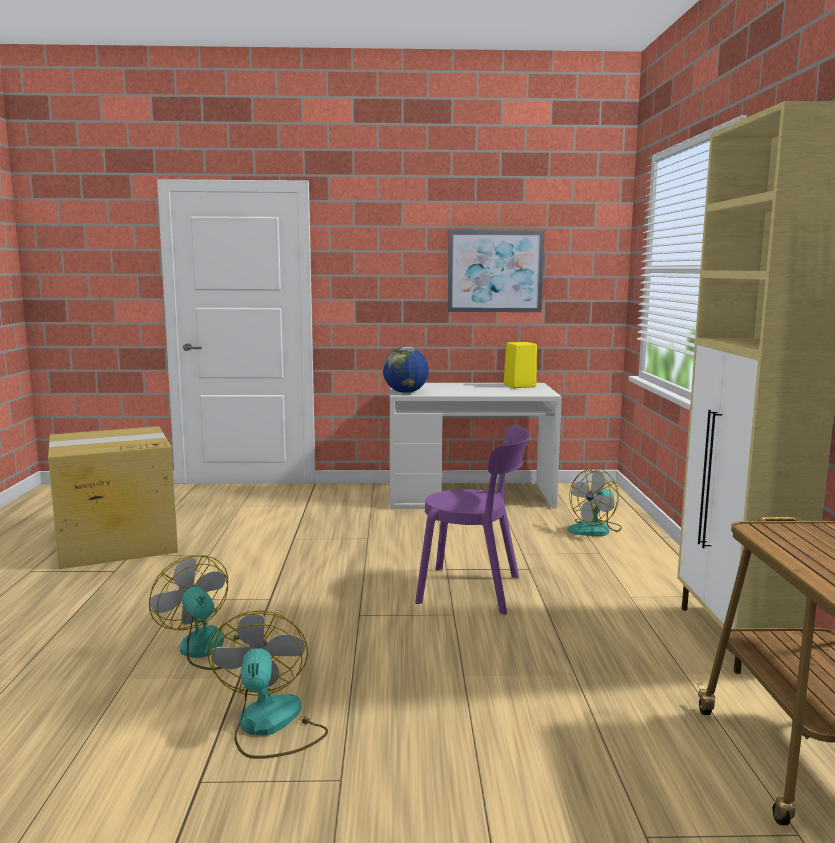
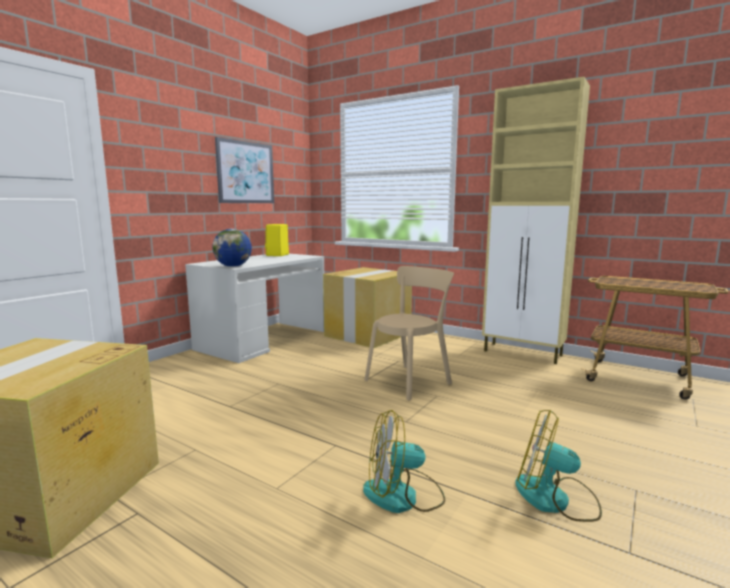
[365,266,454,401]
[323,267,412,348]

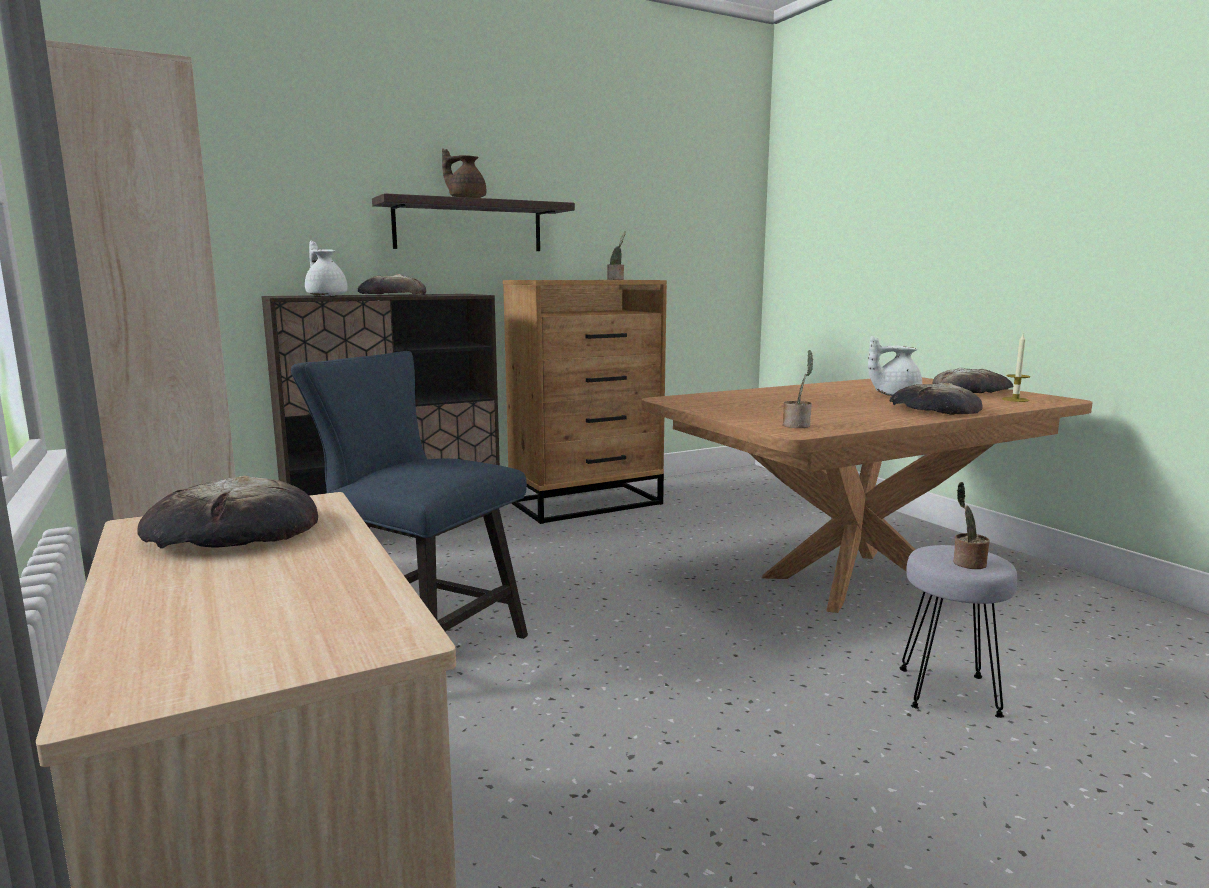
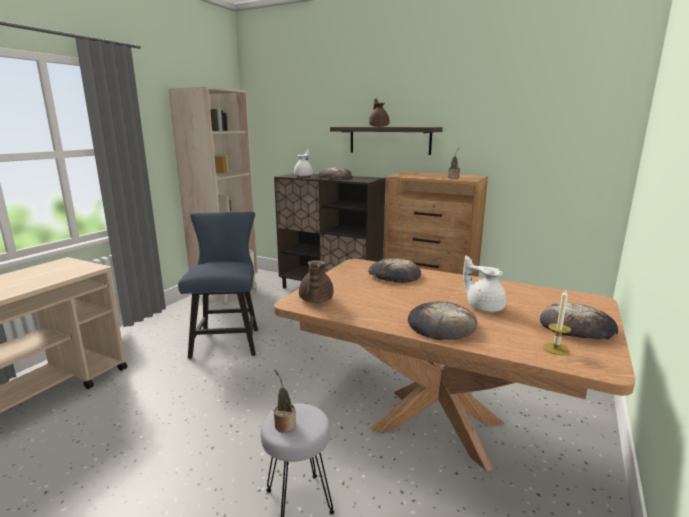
[299,260,334,303]
[368,258,421,283]

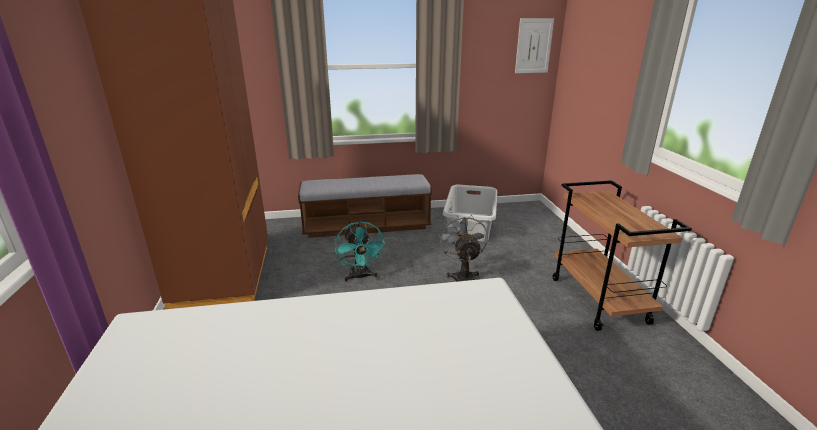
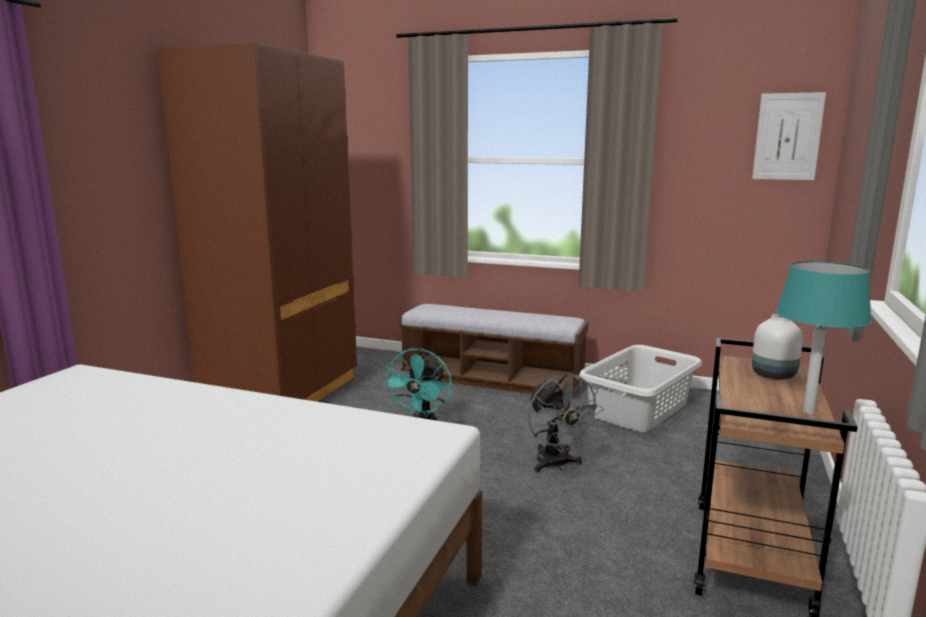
[528,373,604,472]
[776,261,872,415]
[752,314,803,380]

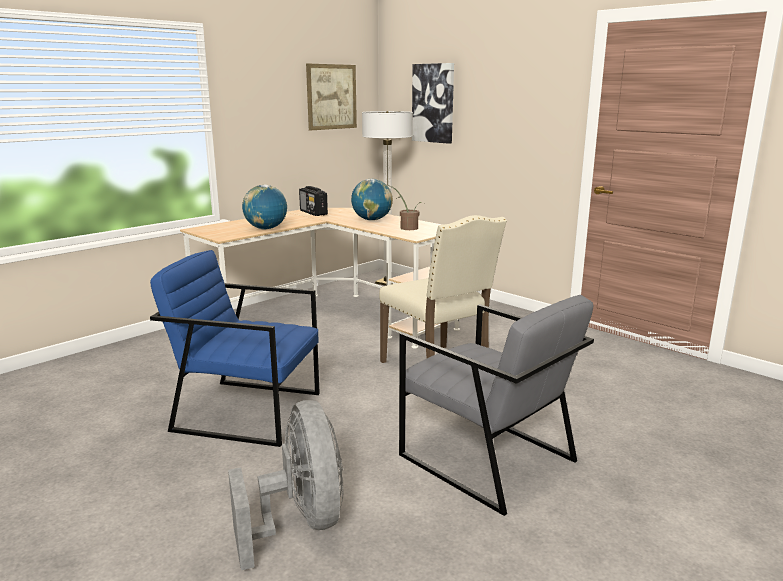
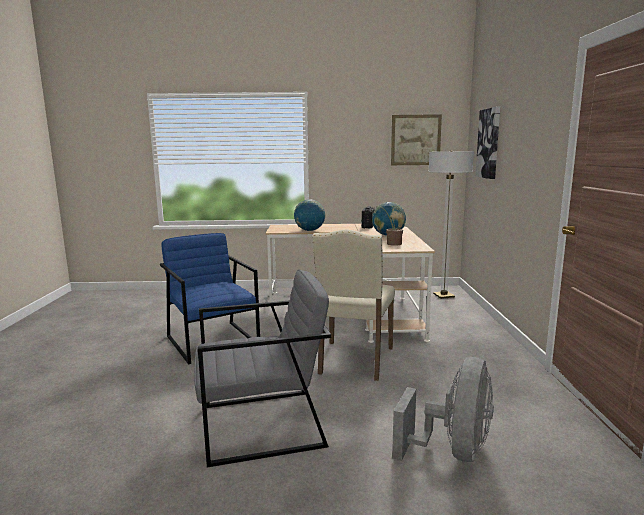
[194,269,331,467]
[392,357,494,462]

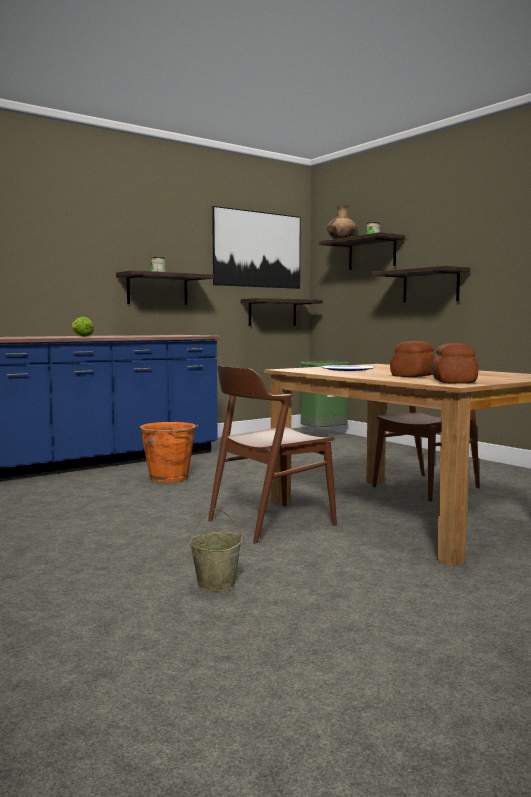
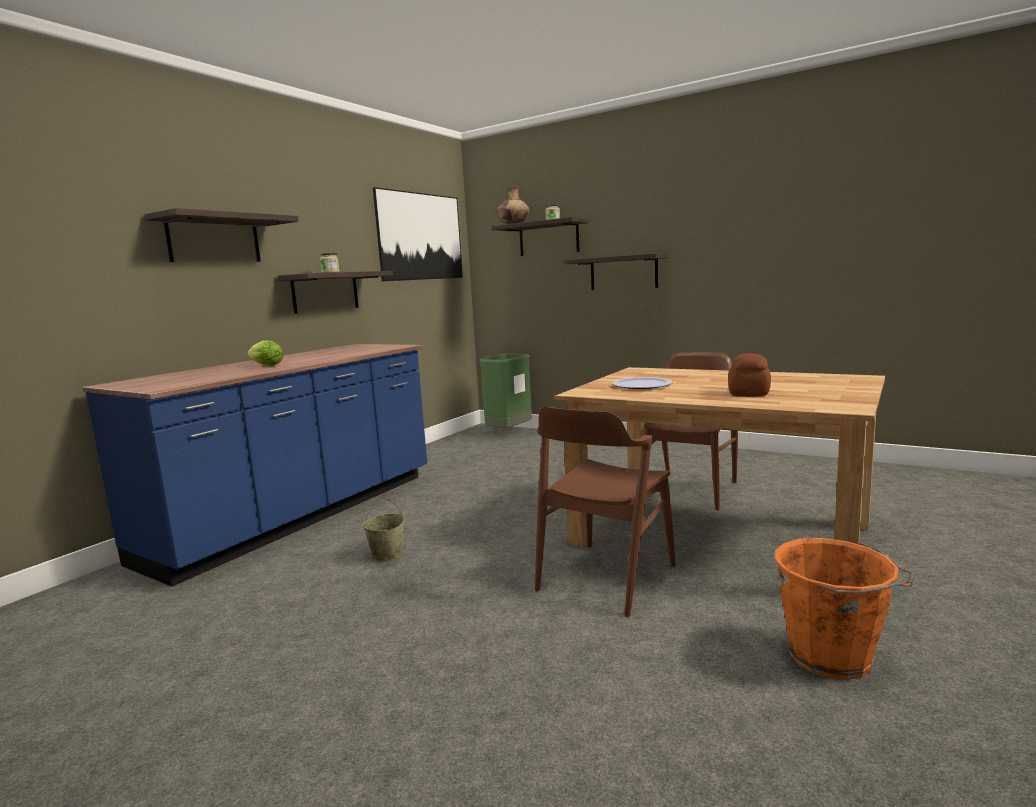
[144,208,299,262]
[432,343,479,384] (first image)
[774,538,916,680]
[363,498,405,562]

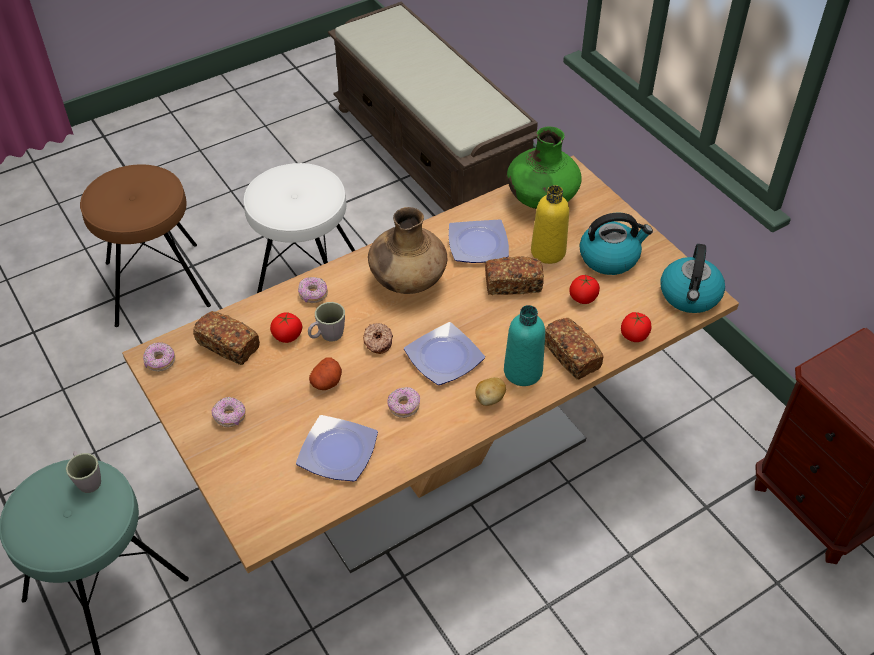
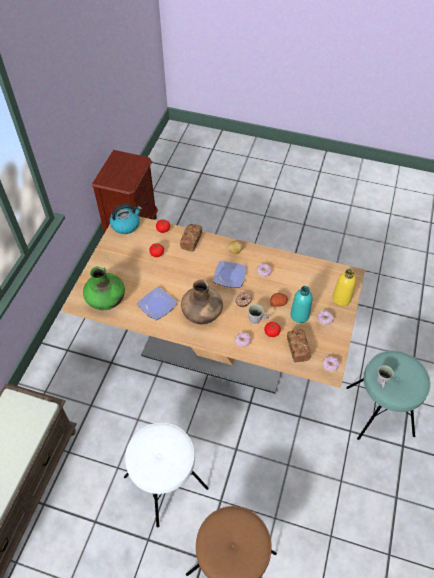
[332,269,356,306]
[579,213,653,275] (first image)
[485,256,544,295] (first image)
[290,286,313,323]
[296,415,378,481] (first image)

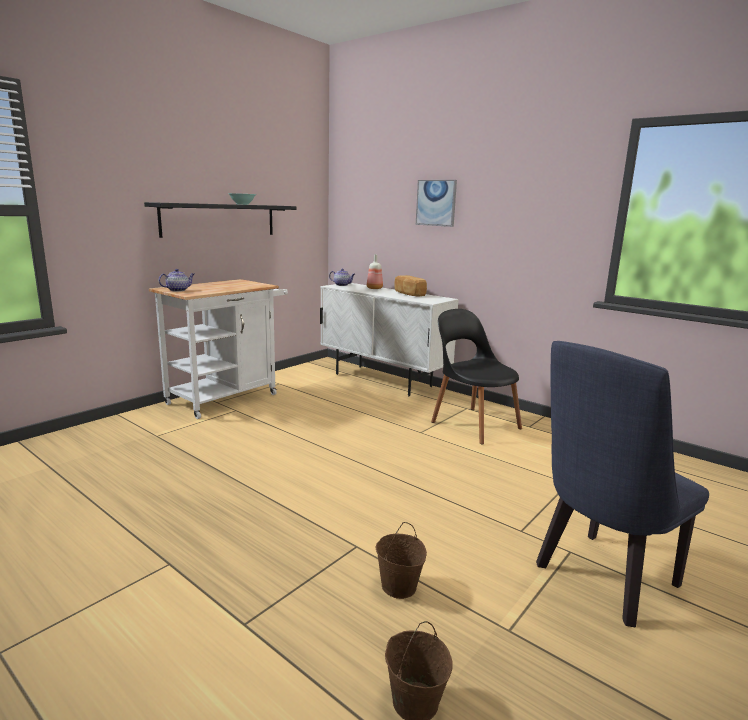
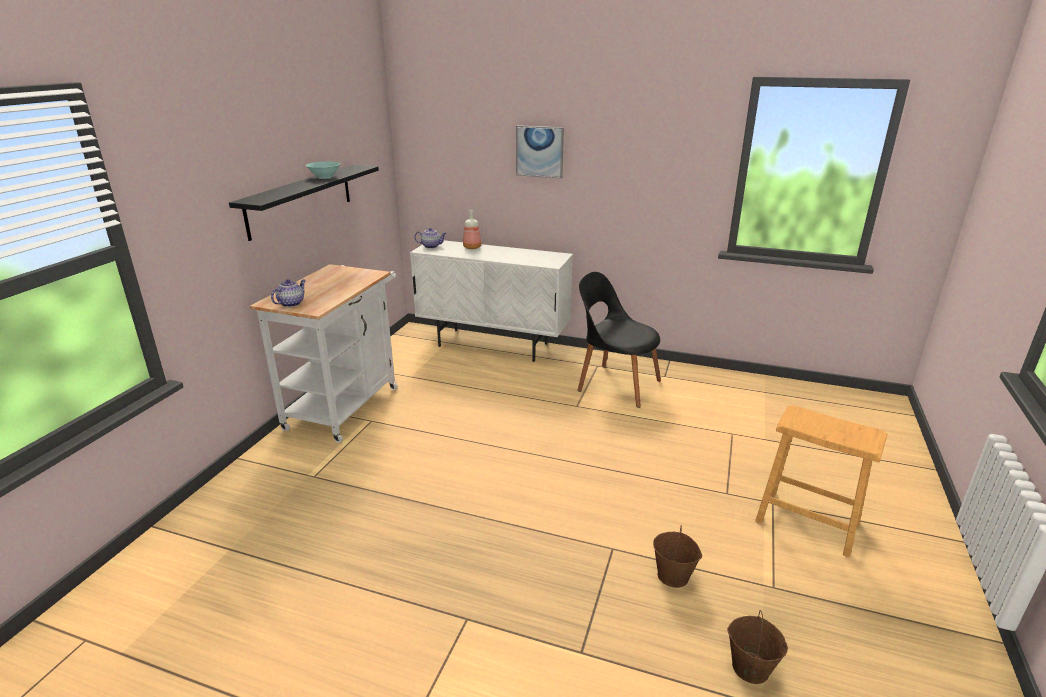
[394,275,427,296] (first image)
[755,405,888,558]

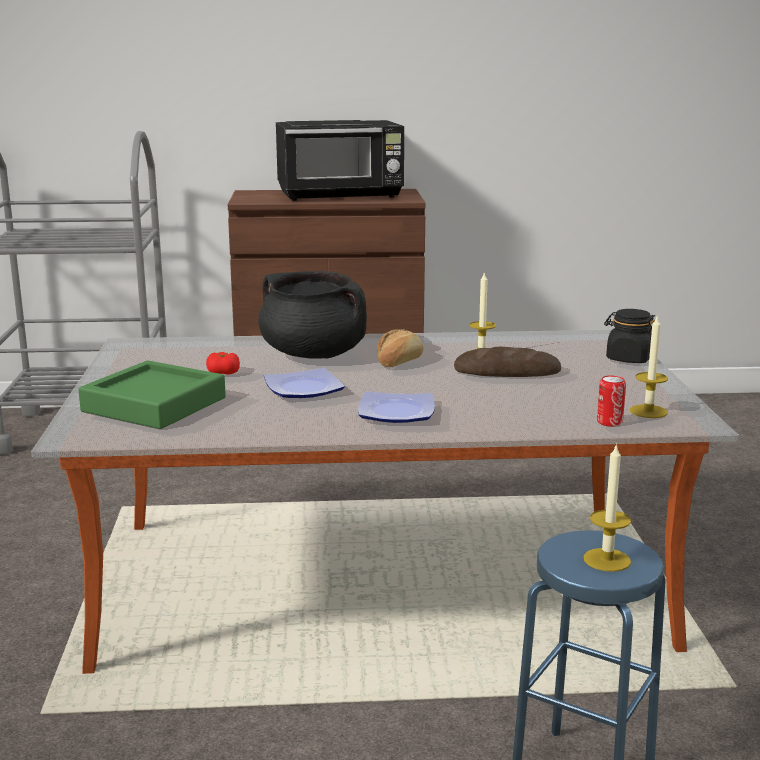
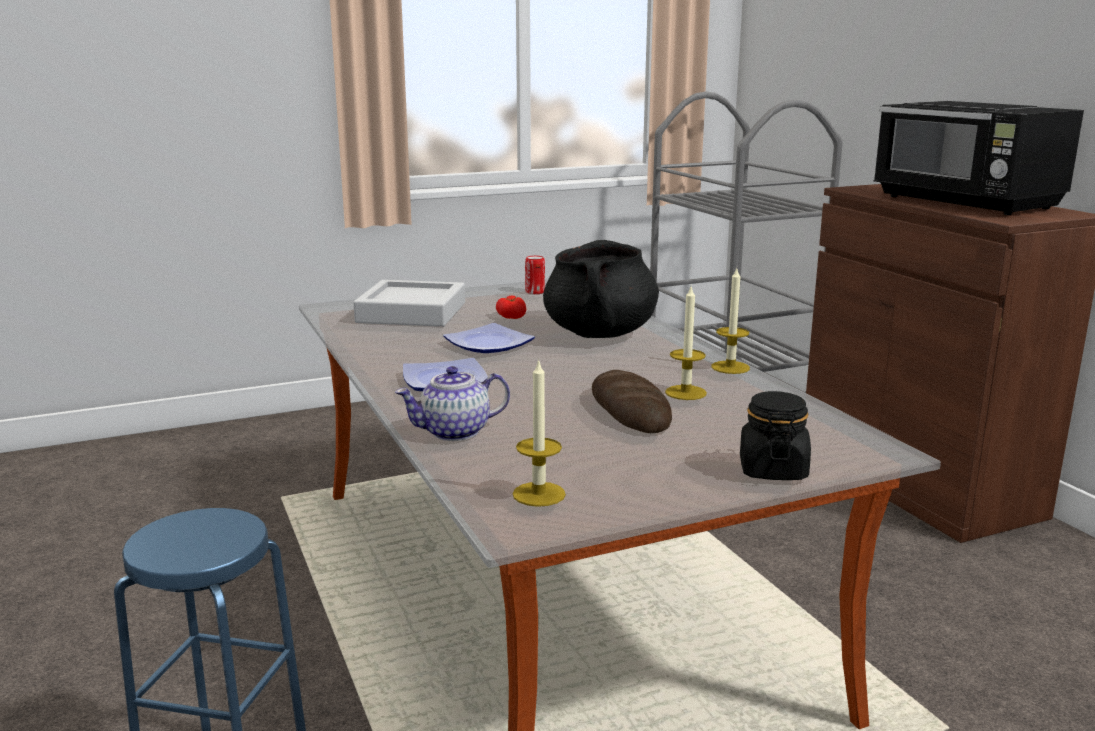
[377,329,423,367] (first image)
[354,280,465,327]
[525,256,545,294]
[711,269,750,374]
[395,366,510,441]

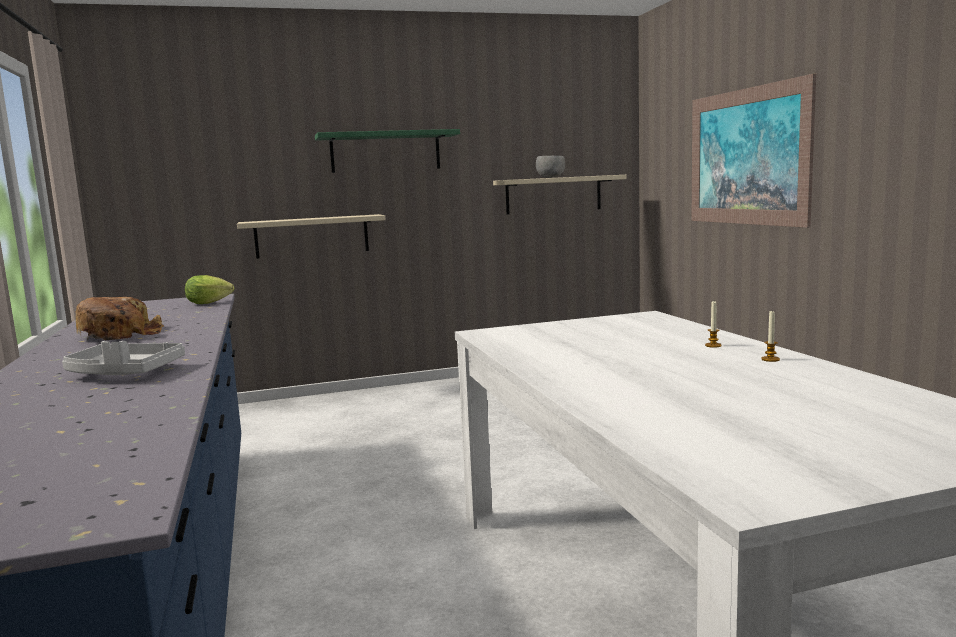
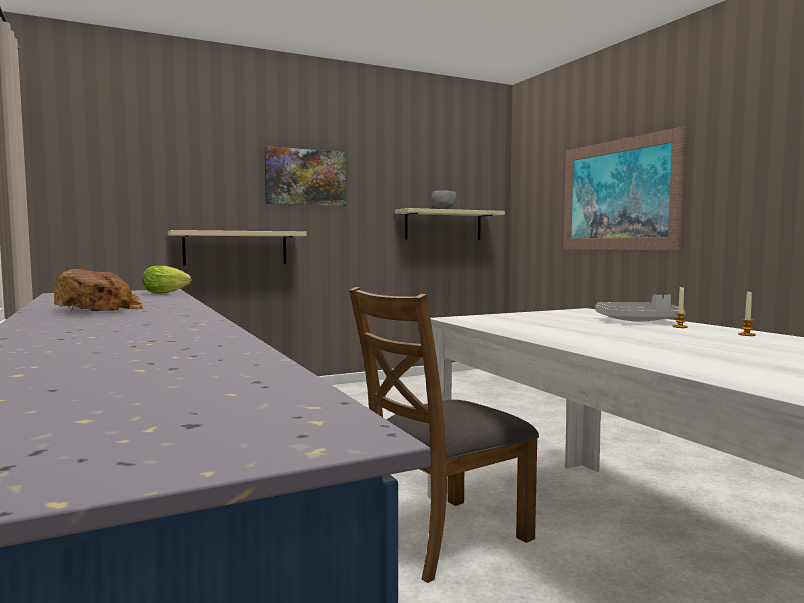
[264,146,346,206]
[596,295,685,322]
[349,287,539,583]

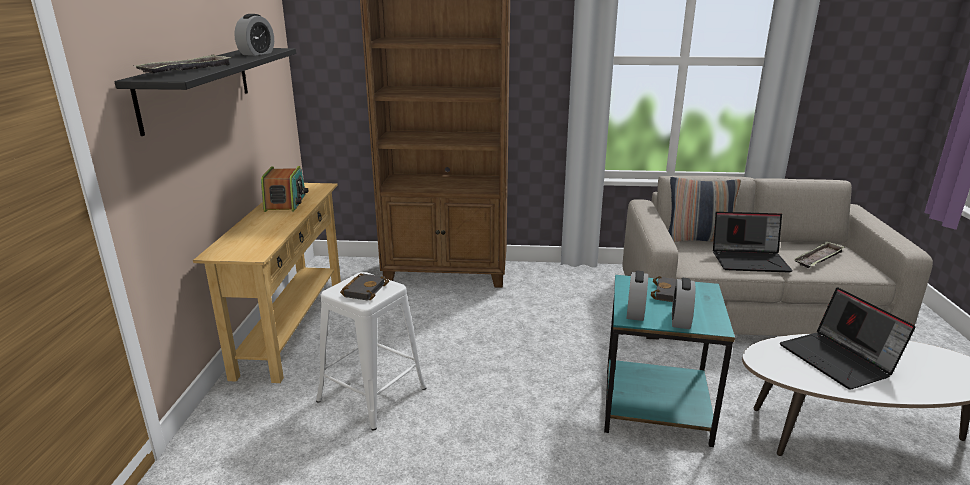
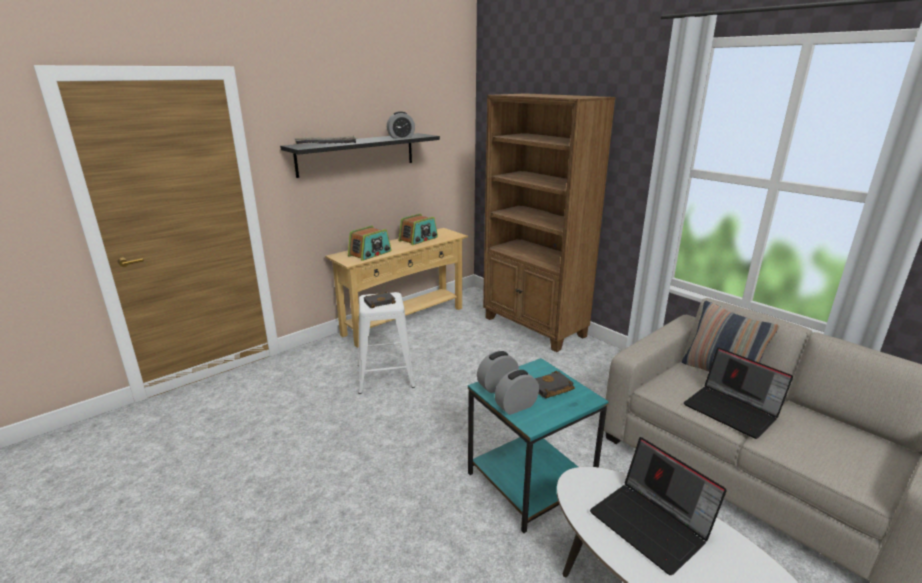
[794,241,845,268] (first image)
[590,437,727,575]
[348,226,391,261]

